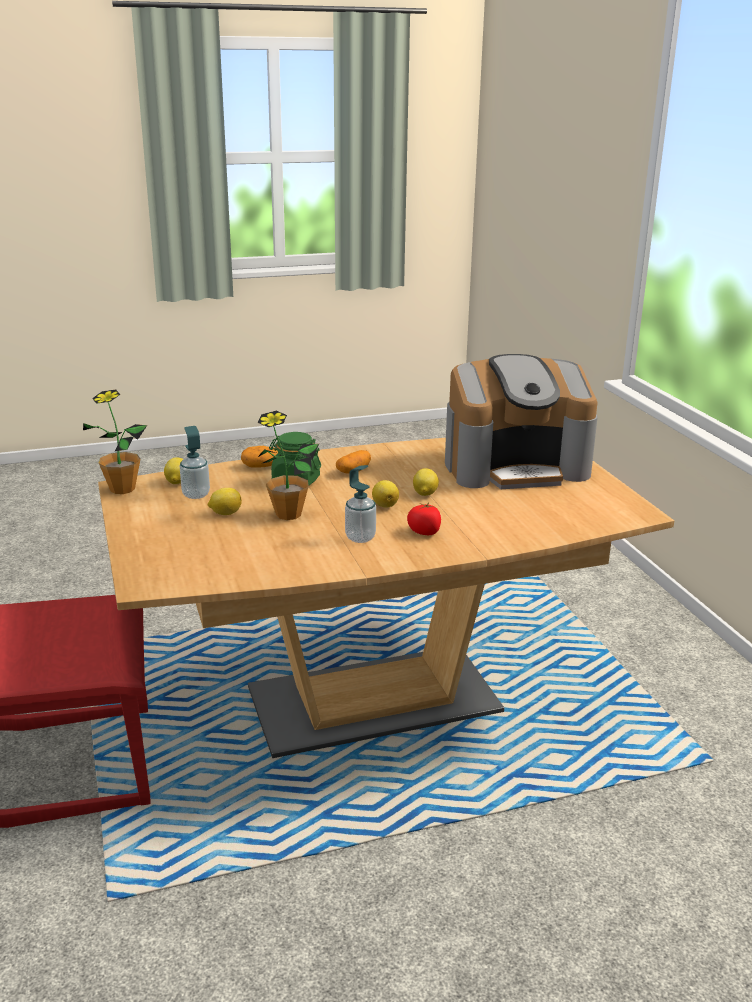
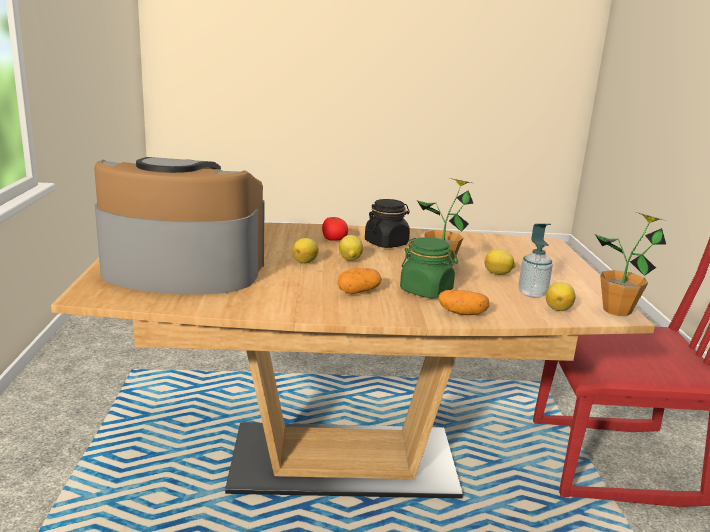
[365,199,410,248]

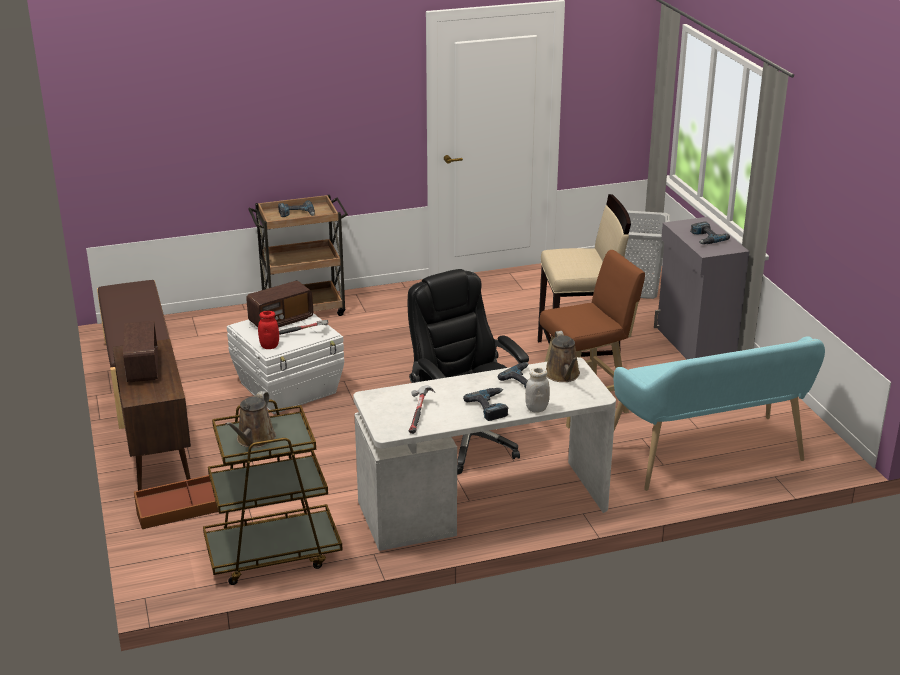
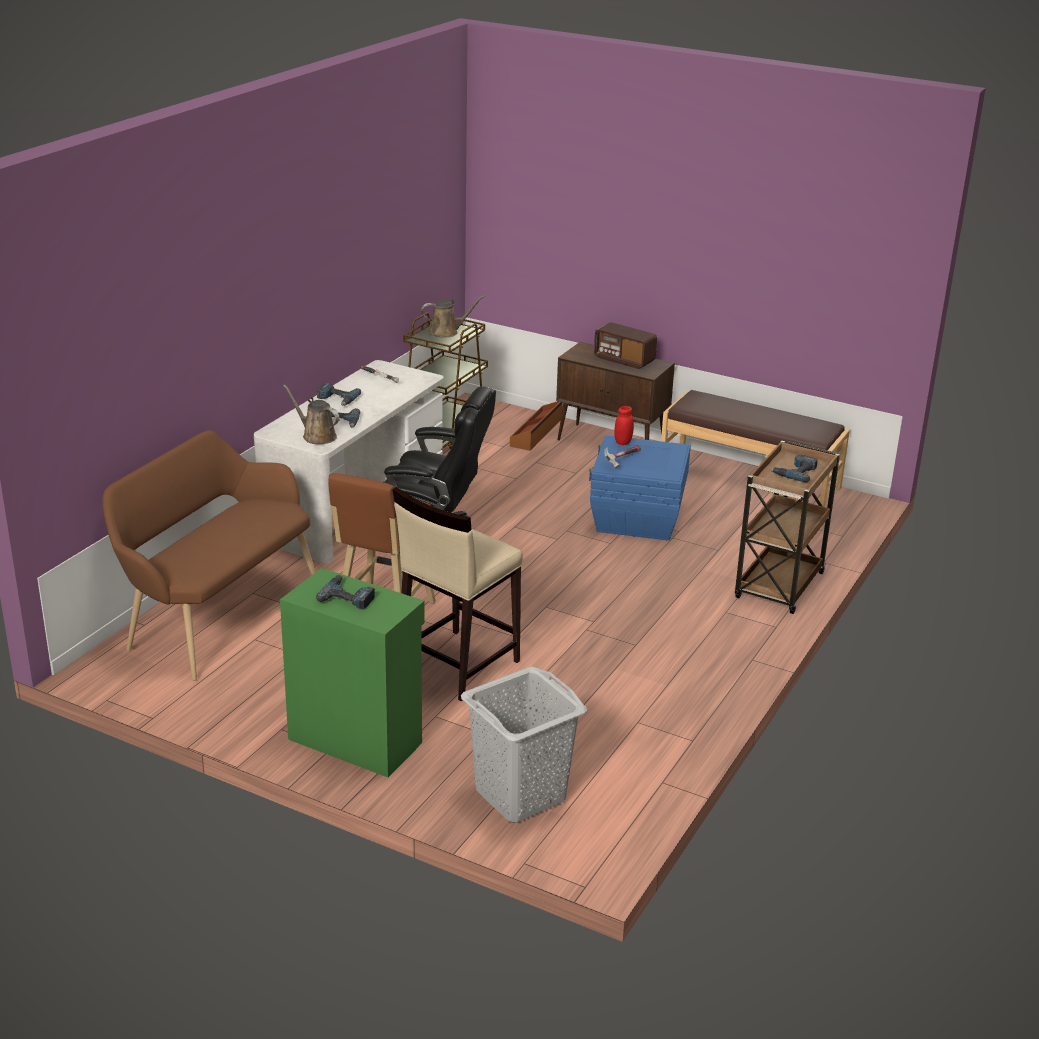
[280,568,425,777]
[246,281,313,328] (first image)
[589,436,691,541]
[102,430,316,681]
[525,368,550,413] (first image)
[421,295,485,338]

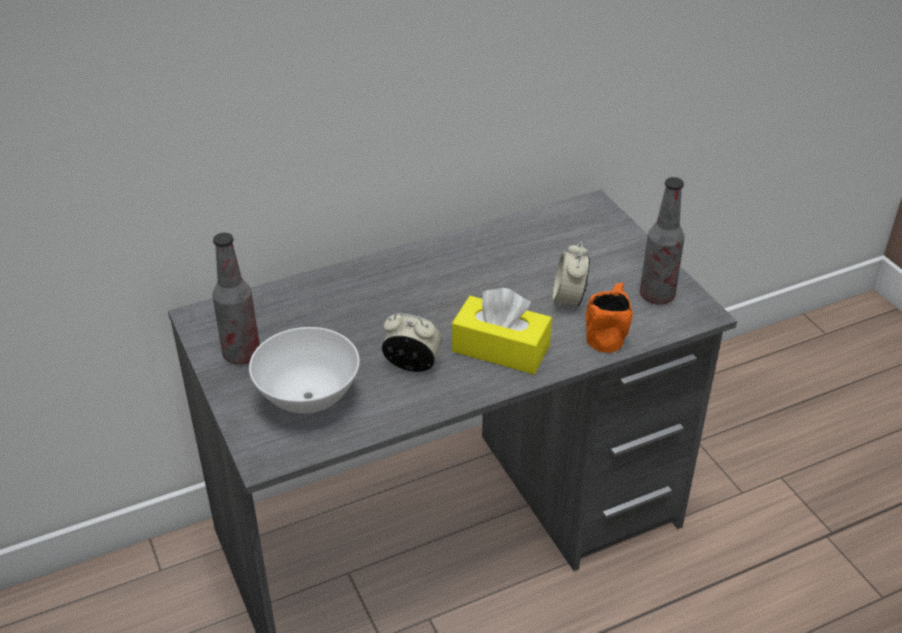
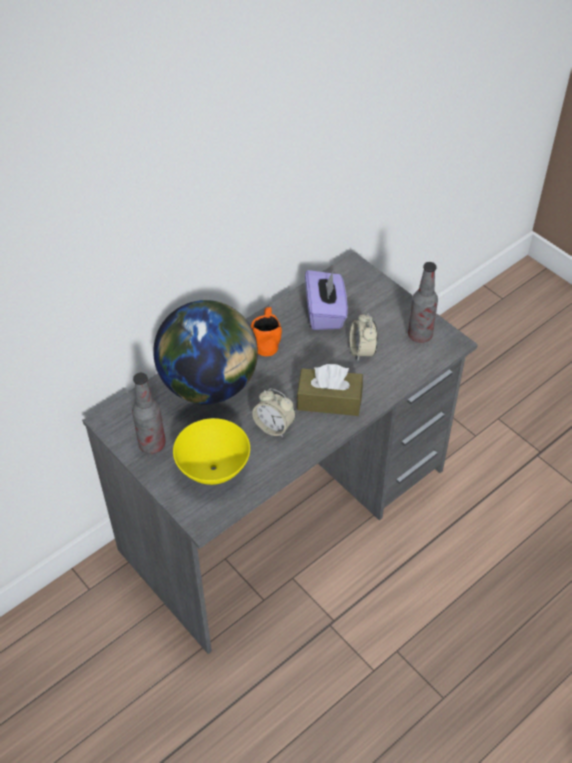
[251,307,282,356]
[297,364,363,416]
[252,389,296,437]
[173,418,250,485]
[305,270,348,330]
[153,300,258,404]

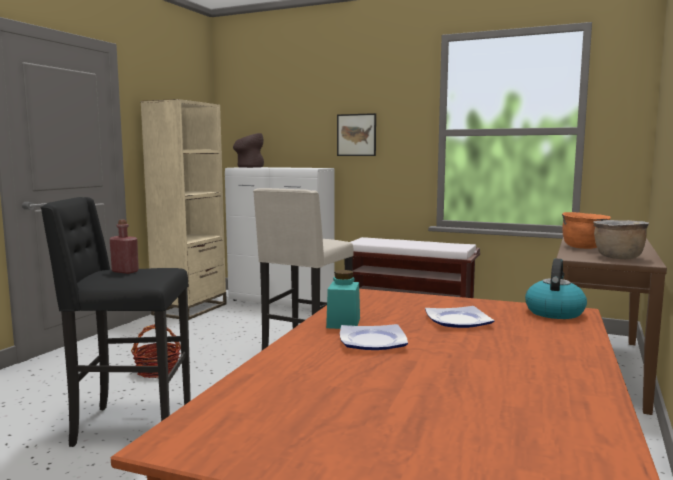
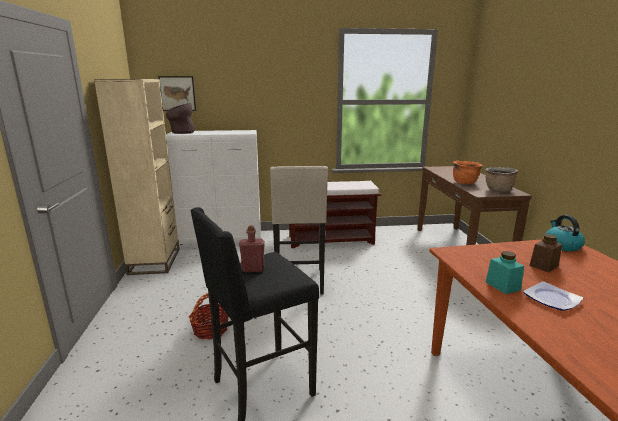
[158,76,196,111]
[529,234,562,273]

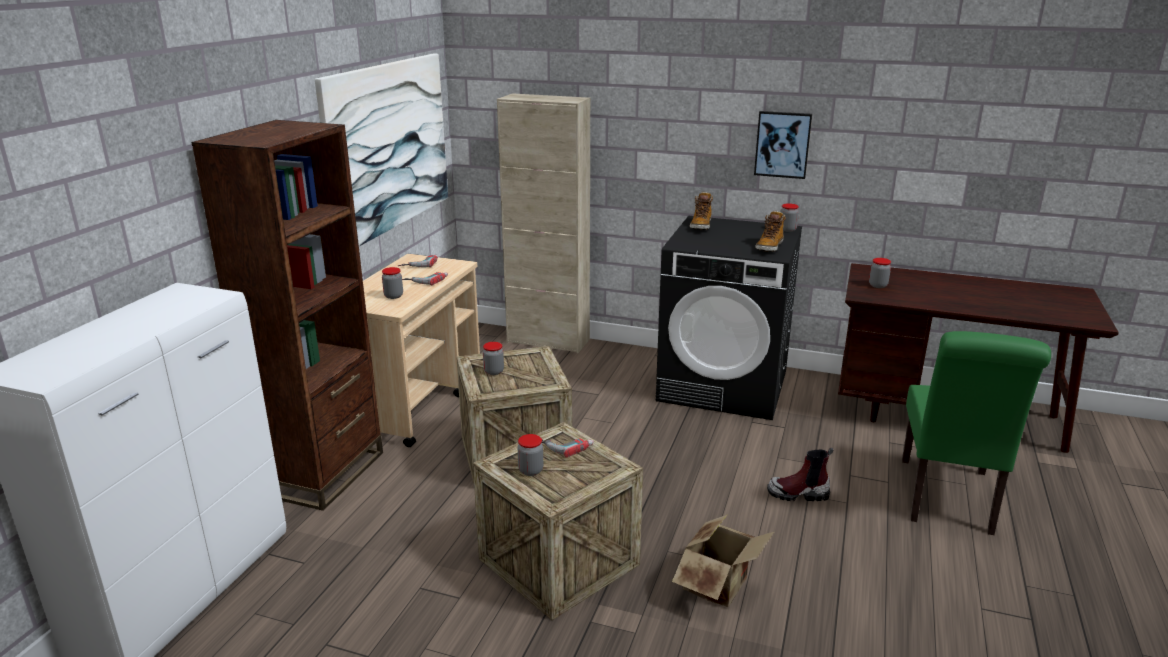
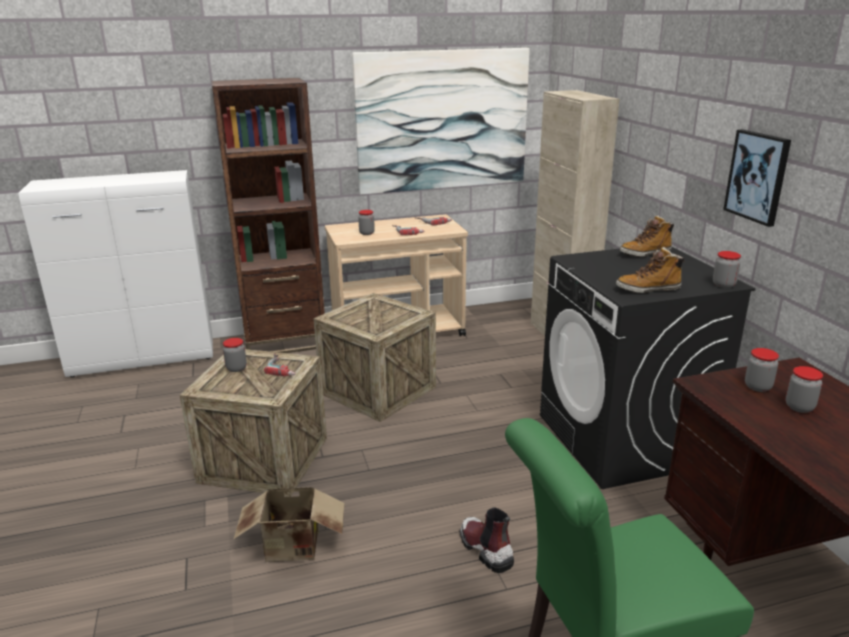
[786,366,823,413]

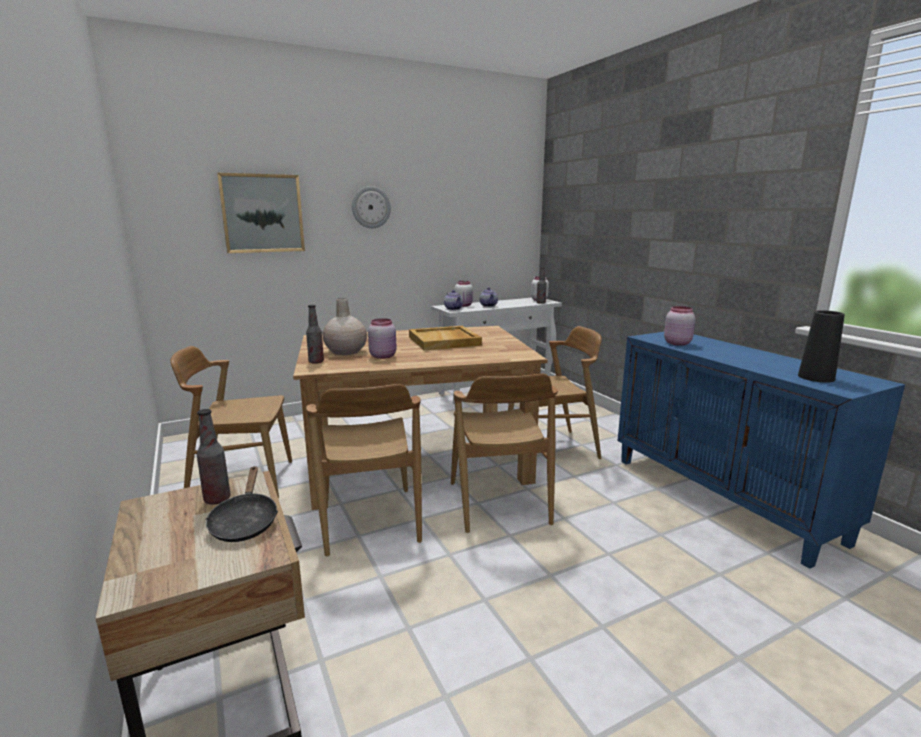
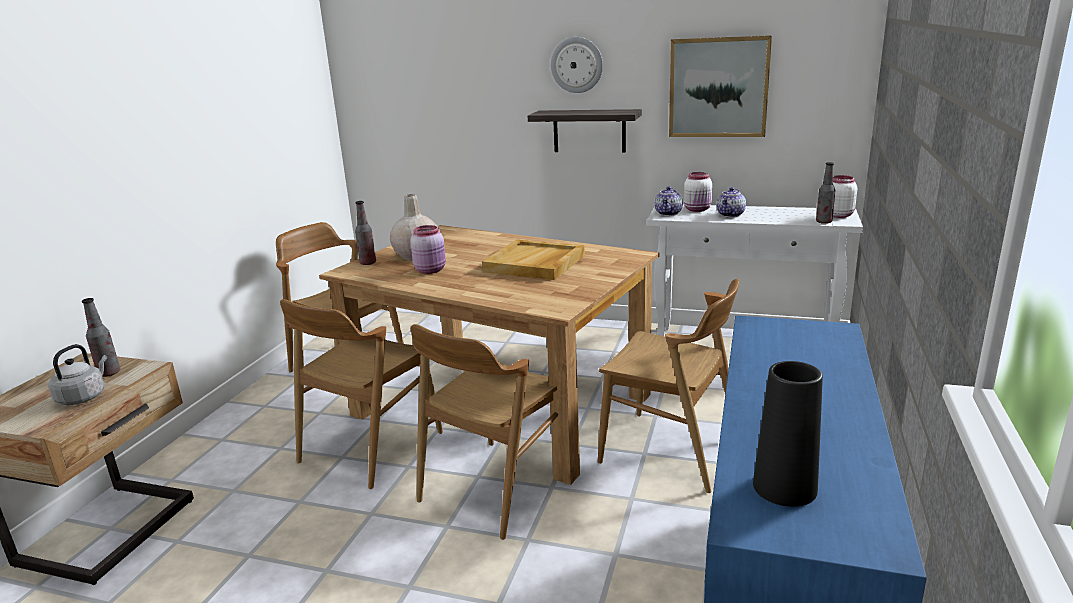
[669,35,772,137]
[664,306,695,346] (first image)
[48,344,107,405]
[528,109,642,153]

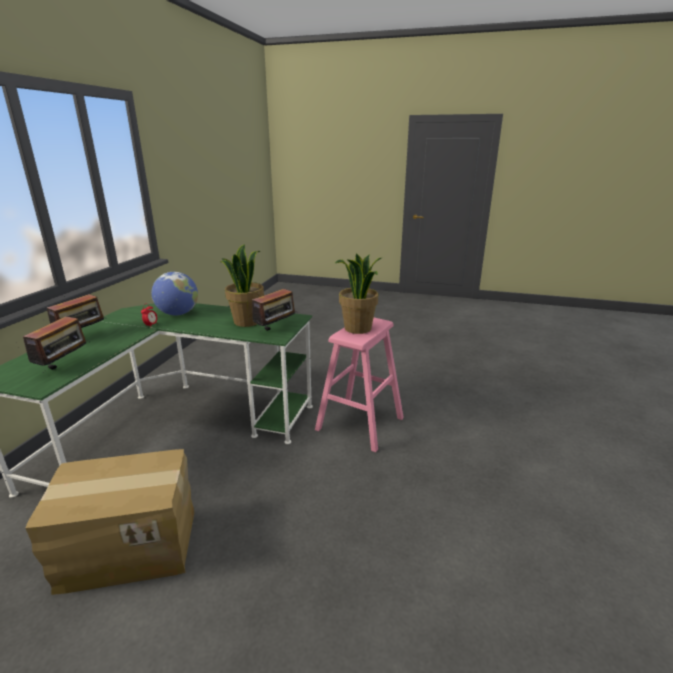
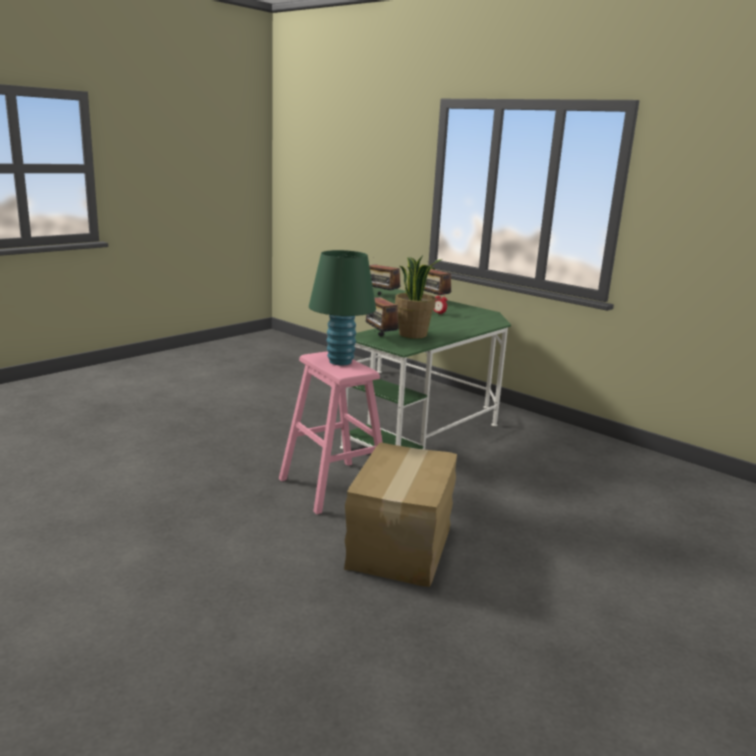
[309,250,376,365]
[151,272,198,315] (first image)
[344,442,457,587]

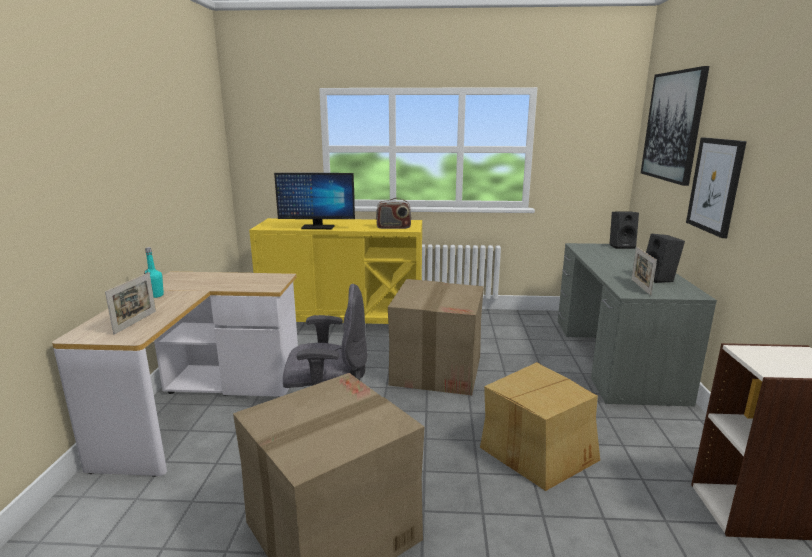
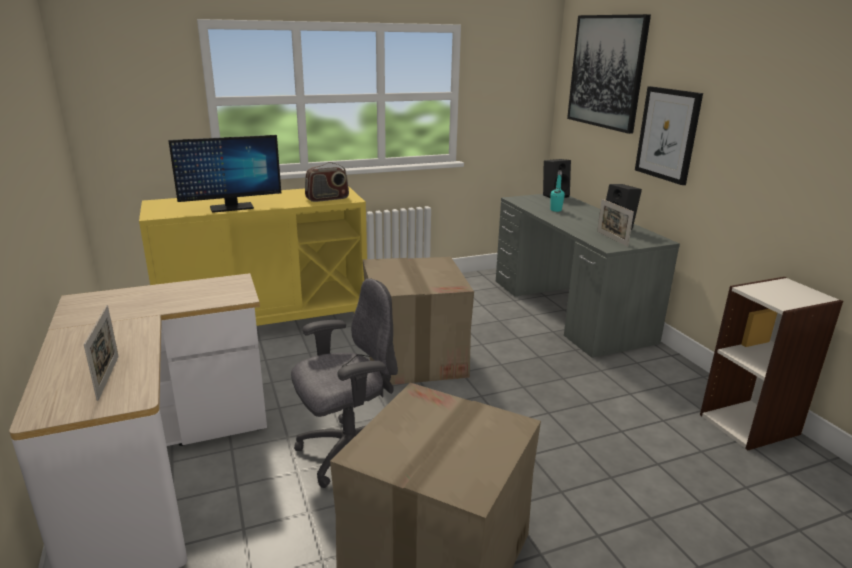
[550,171,565,212]
[480,362,600,491] (first image)

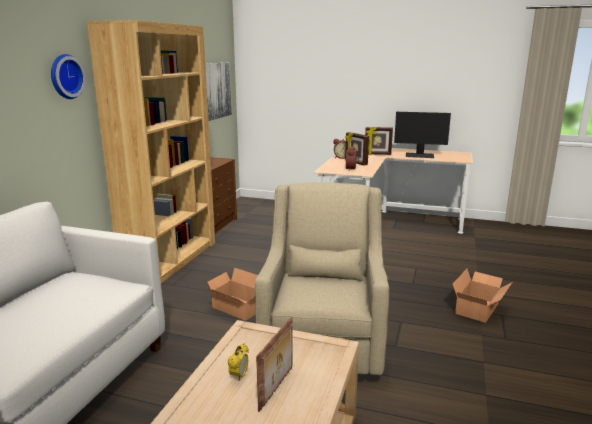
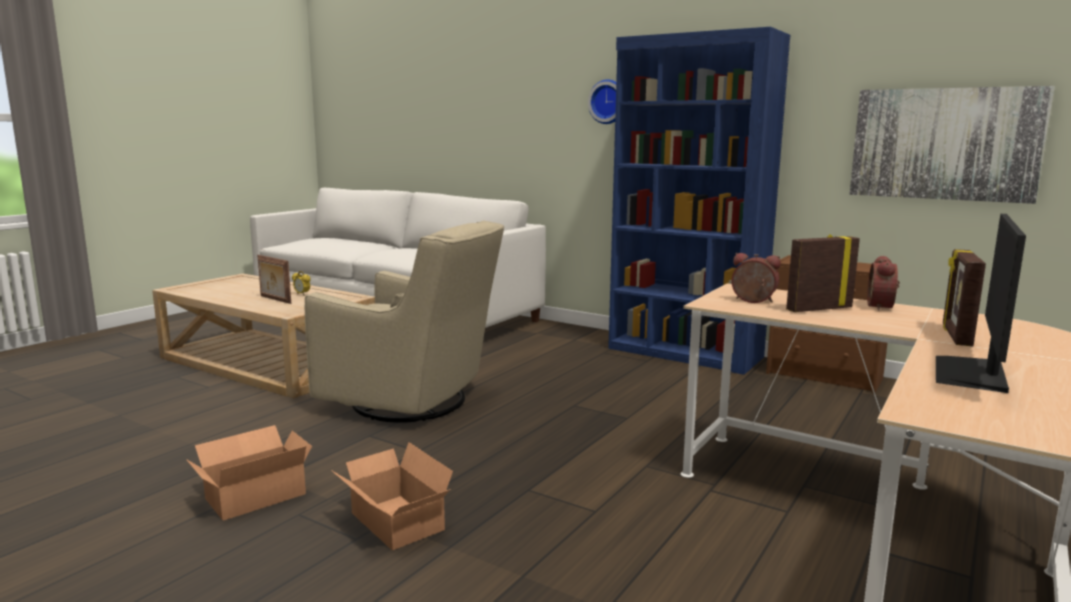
[608,27,790,375]
[186,425,312,521]

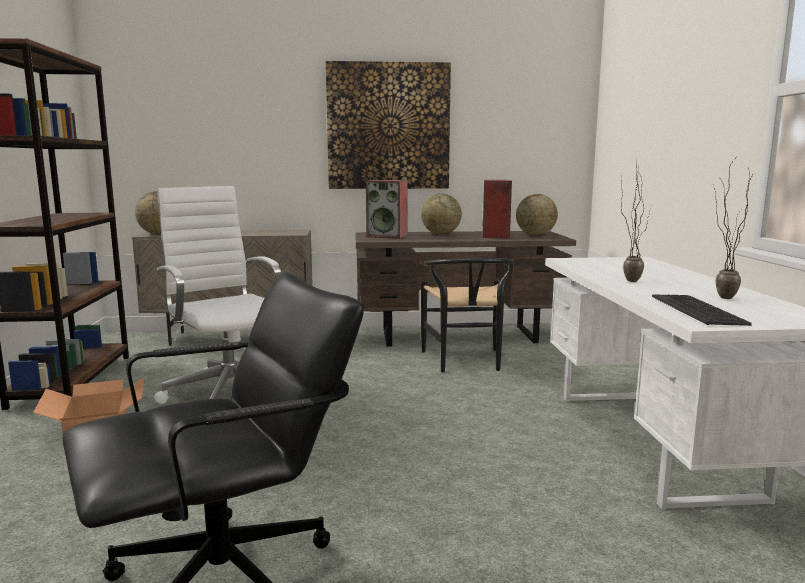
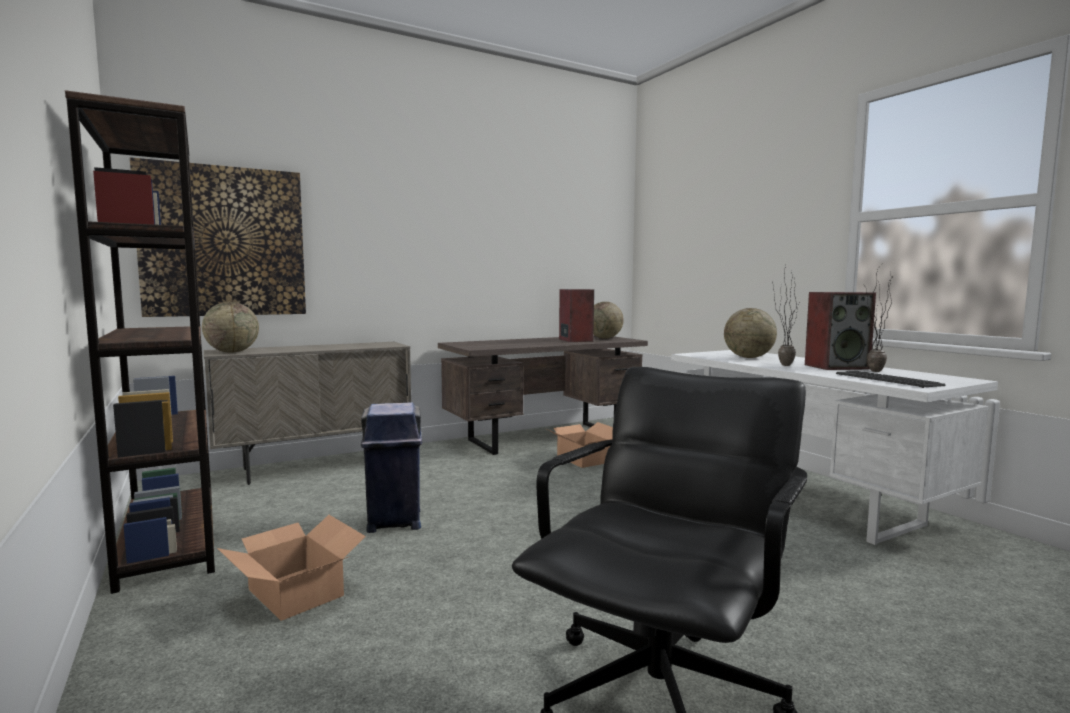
[130,157,306,317]
[805,292,876,370]
[361,402,422,533]
[724,308,777,358]
[547,422,613,468]

